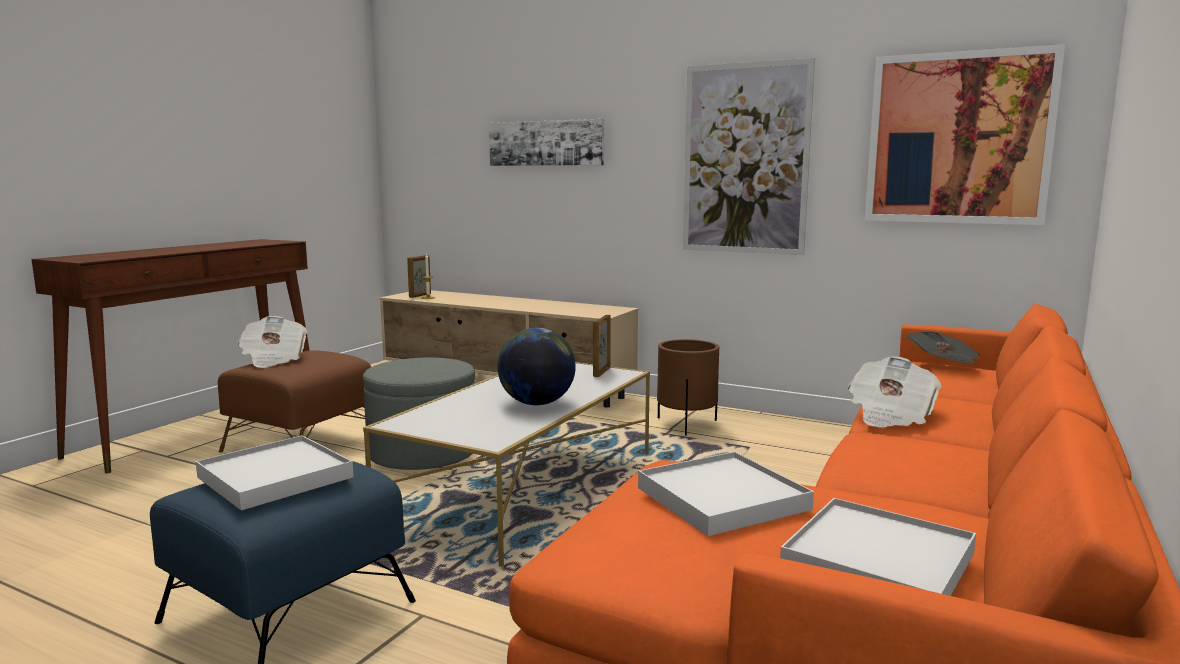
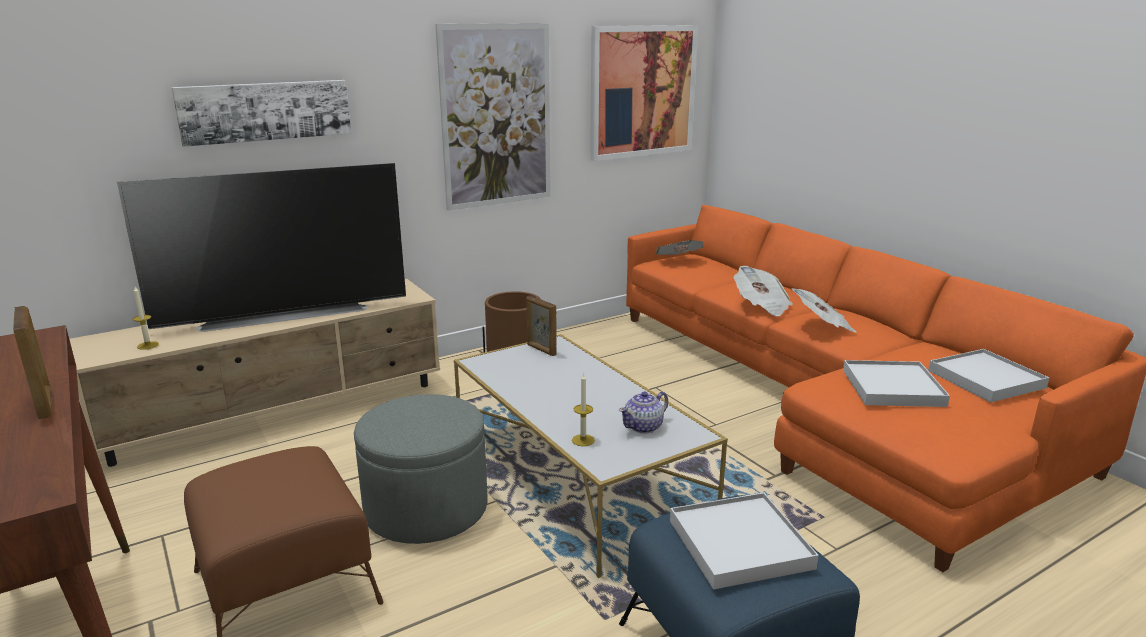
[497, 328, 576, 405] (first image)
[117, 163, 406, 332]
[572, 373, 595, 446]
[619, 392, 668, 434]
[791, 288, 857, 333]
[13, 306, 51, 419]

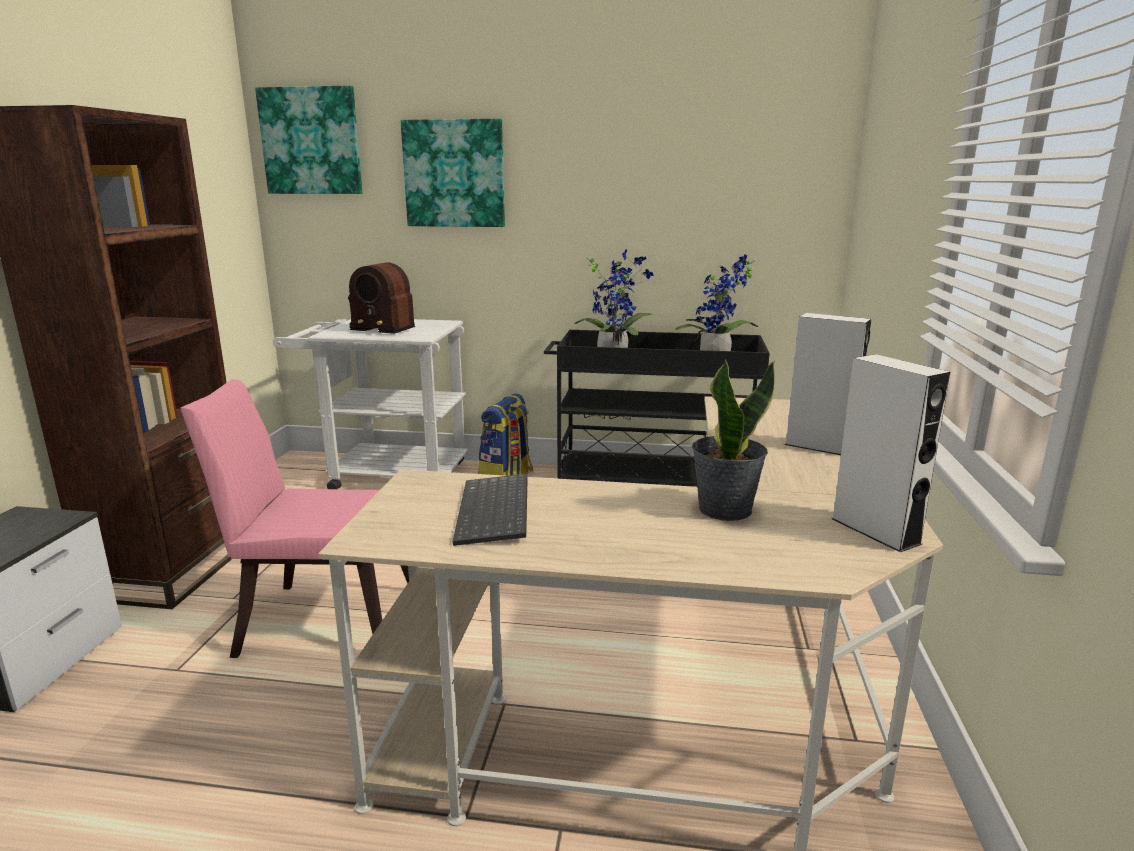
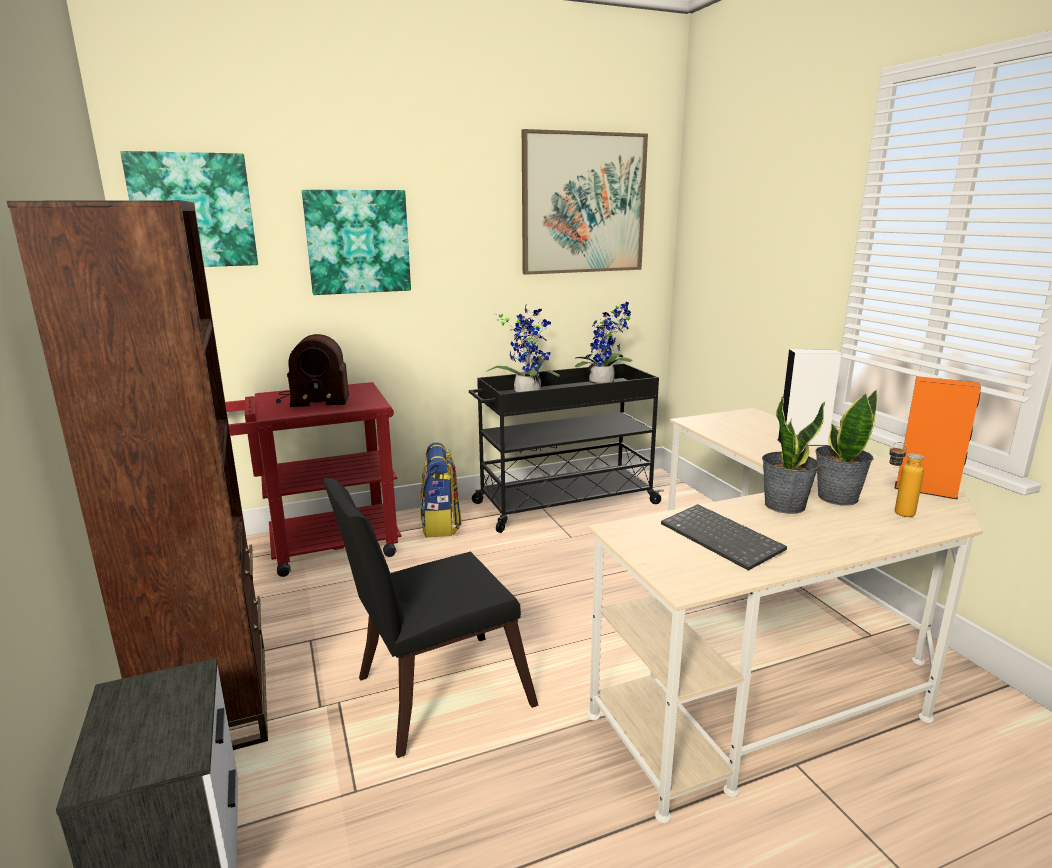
[522, 129, 648, 275]
[762, 396, 825, 514]
[889, 442, 924, 517]
[322, 478, 538, 758]
[225, 382, 401, 577]
[894, 376, 981, 500]

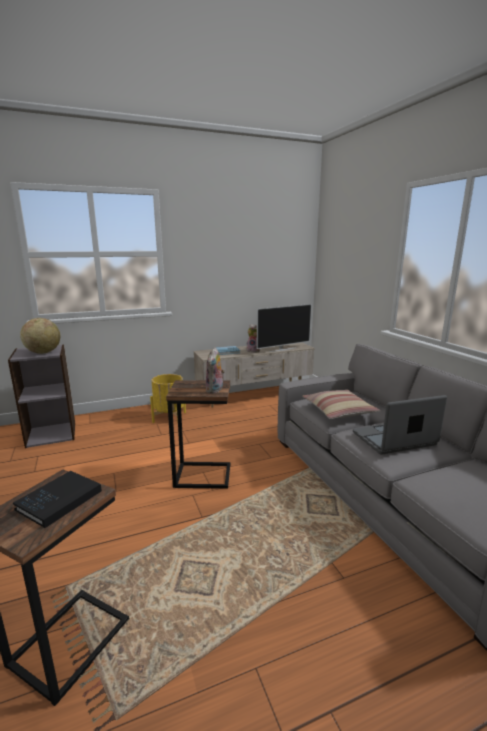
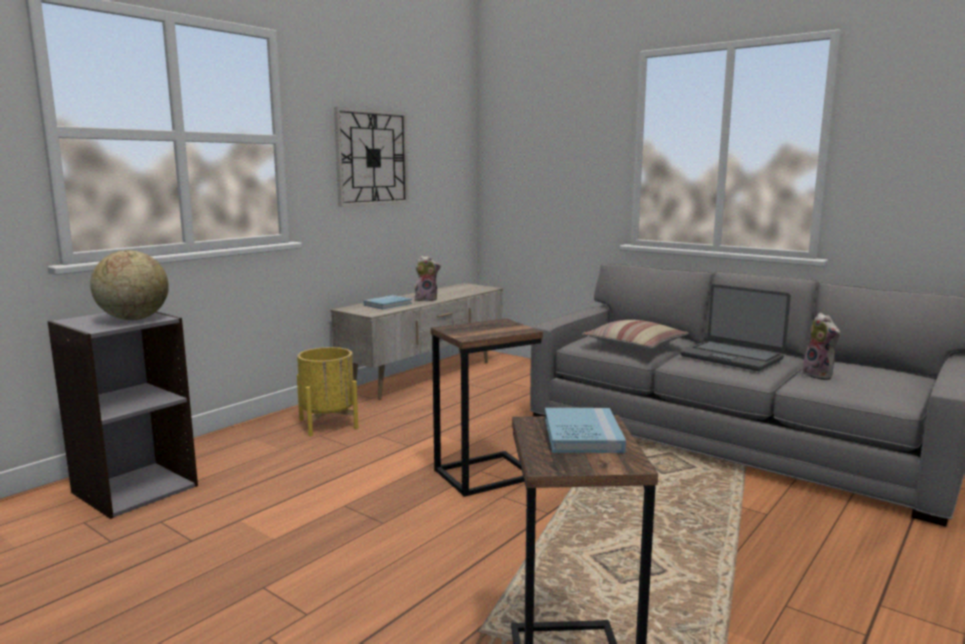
[257, 304, 312, 352] (first image)
[334, 107, 409, 207]
[802, 313, 840, 380]
[545, 408, 626, 453]
[680, 284, 791, 371]

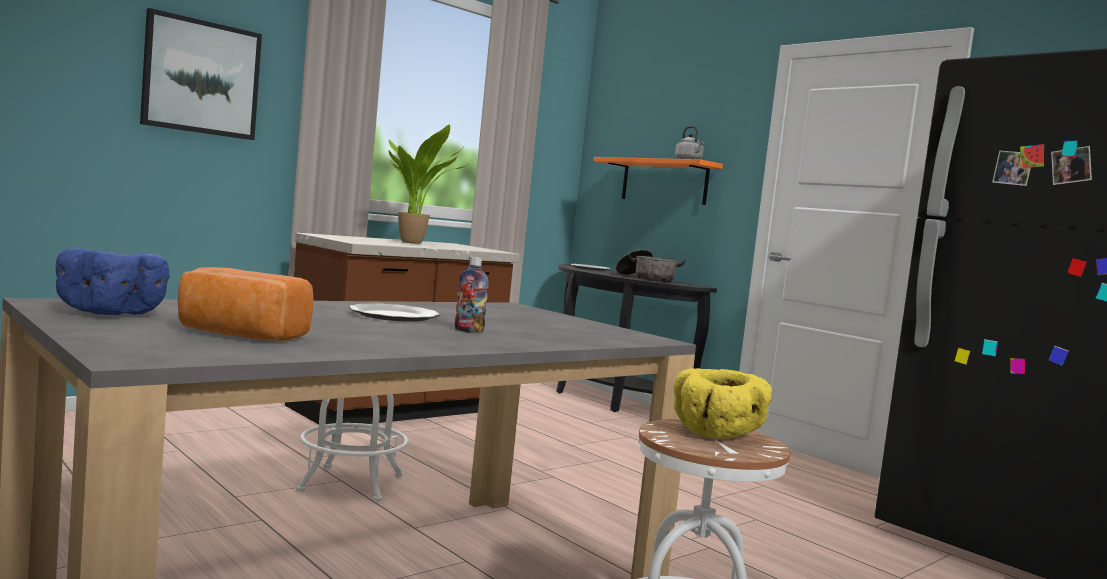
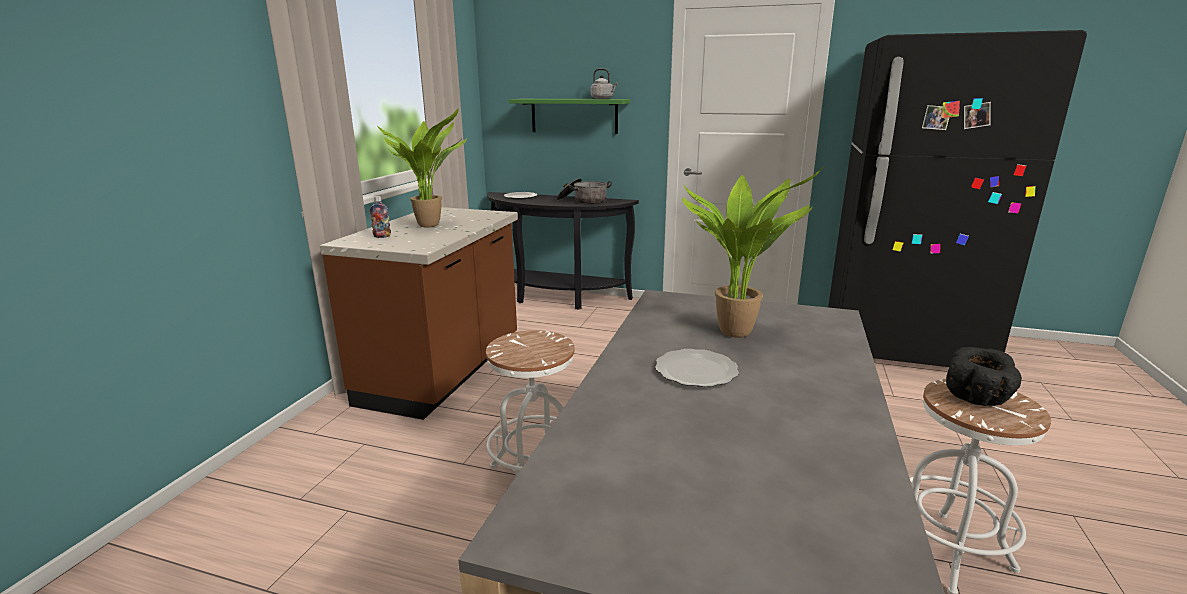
[56, 248, 170, 315] (first image)
[140, 8, 262, 140] (first image)
[178, 267, 314, 341] (first image)
[682, 166, 824, 338]
[370, 196, 391, 238]
[509, 99, 630, 134]
[946, 347, 1022, 406]

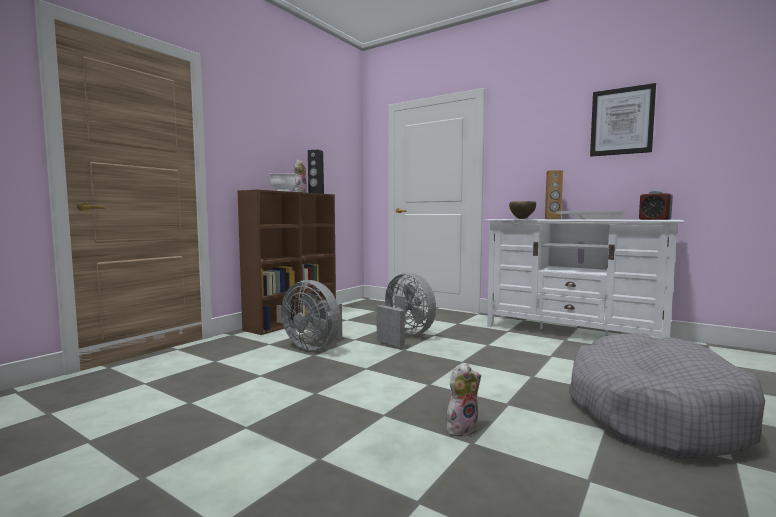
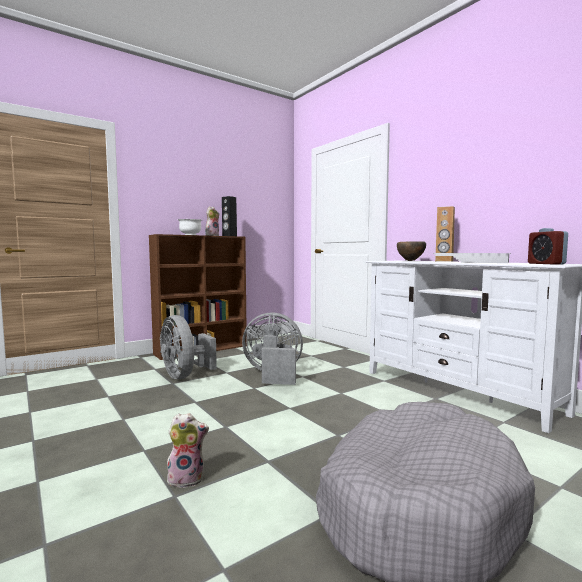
[590, 83, 656, 157] (first image)
[242, 312, 303, 385]

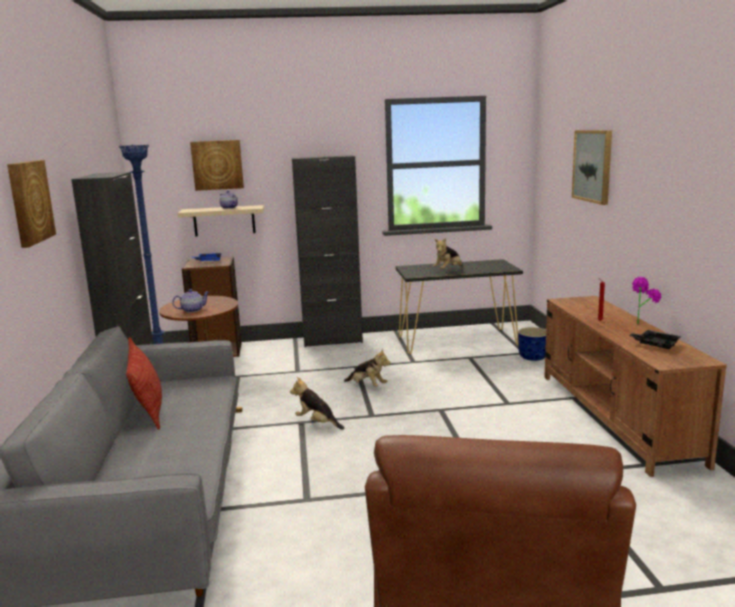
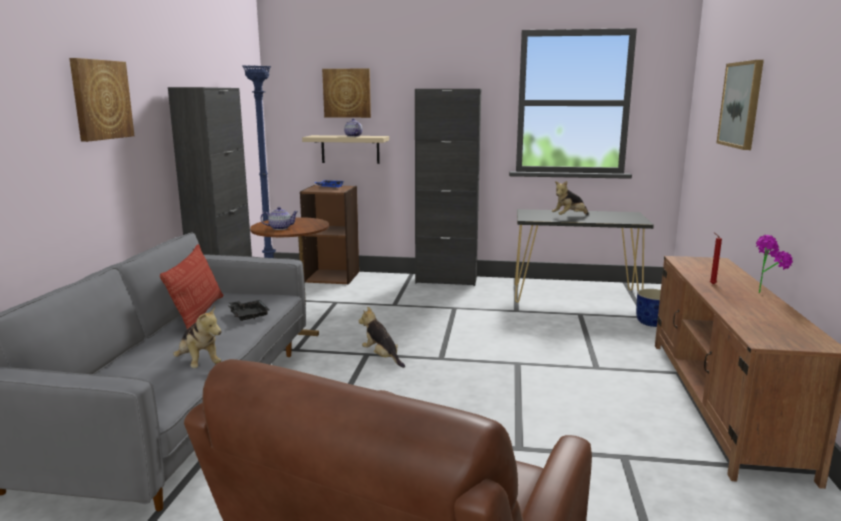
[173, 306, 221, 368]
[229, 300, 270, 321]

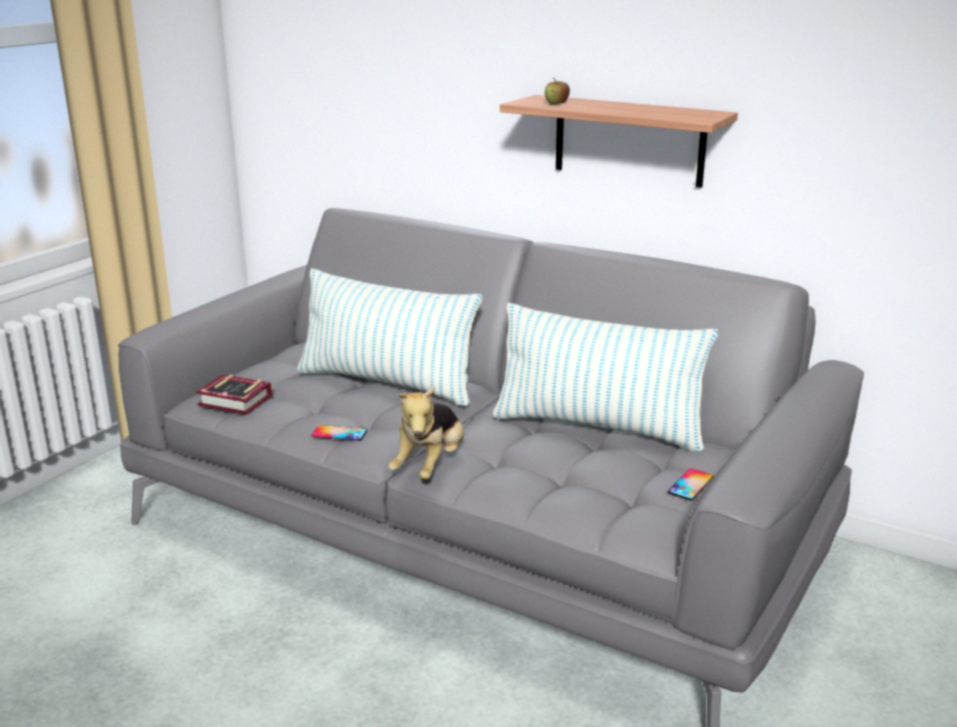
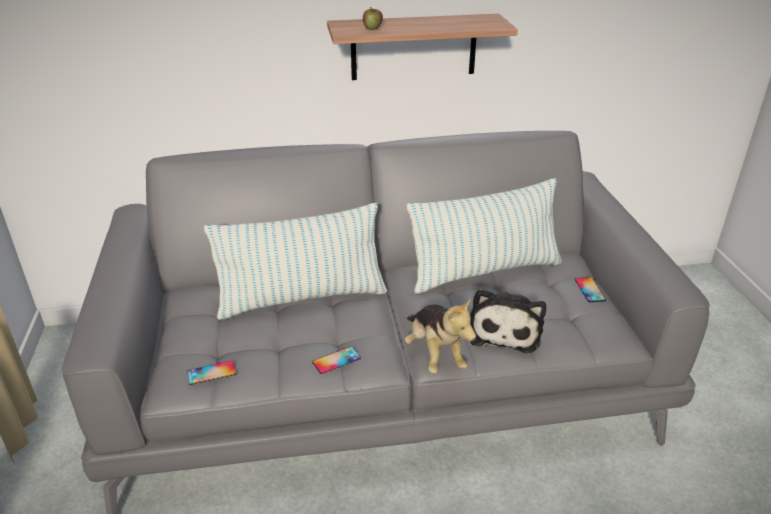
[470, 289, 546, 353]
[187, 360, 236, 385]

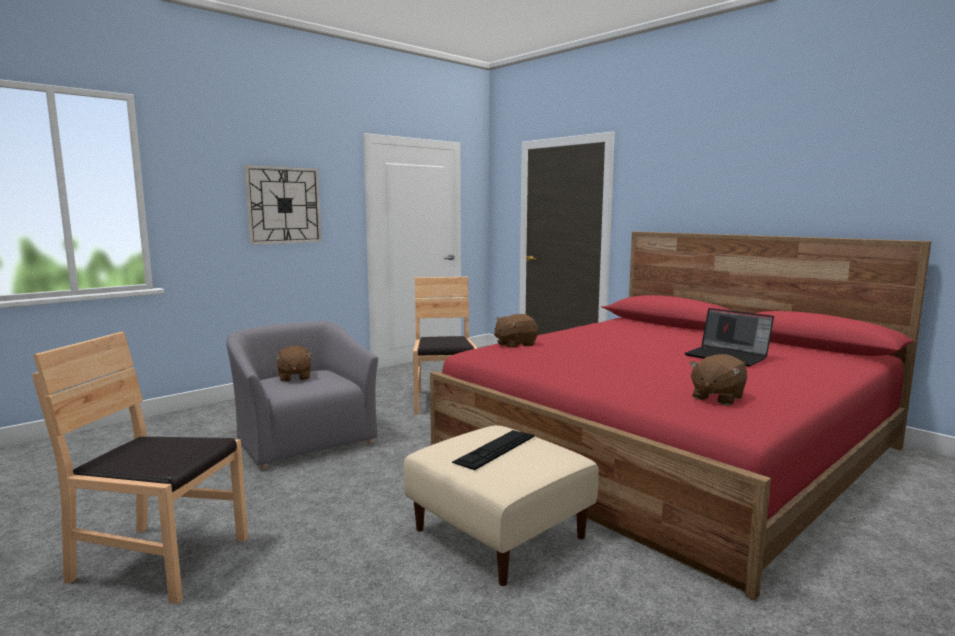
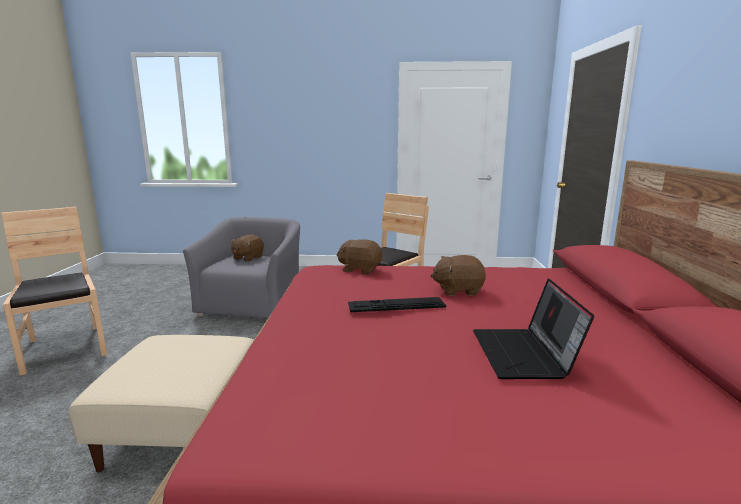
[244, 165, 322, 245] (first image)
[348, 297, 446, 312]
[430, 255, 486, 296]

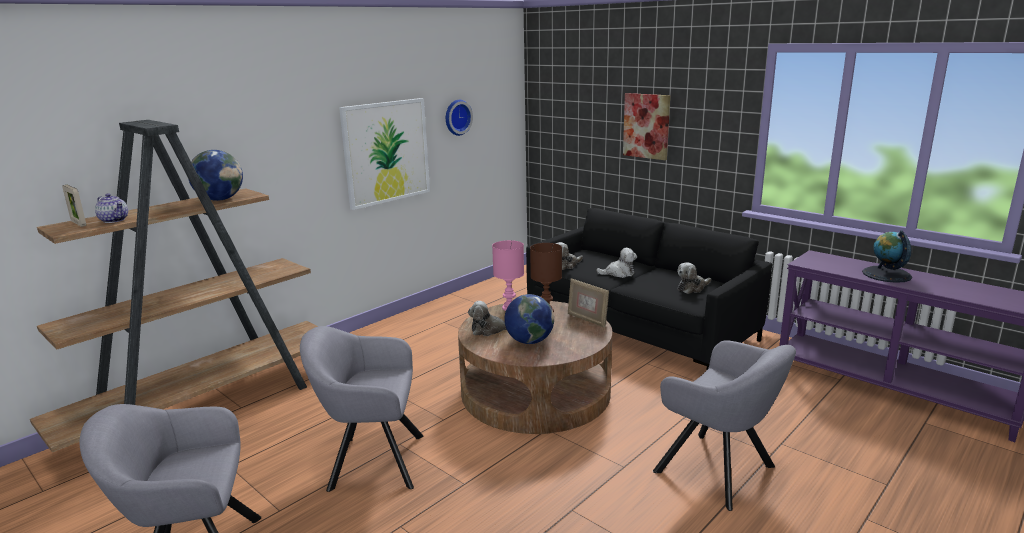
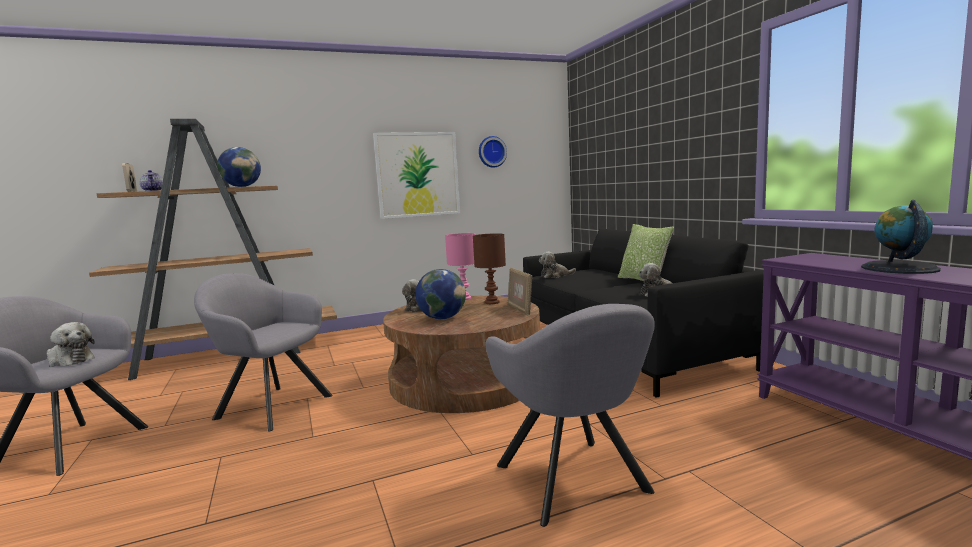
[623, 93, 670, 160] (first image)
[618, 224, 674, 281]
[47, 322, 95, 367]

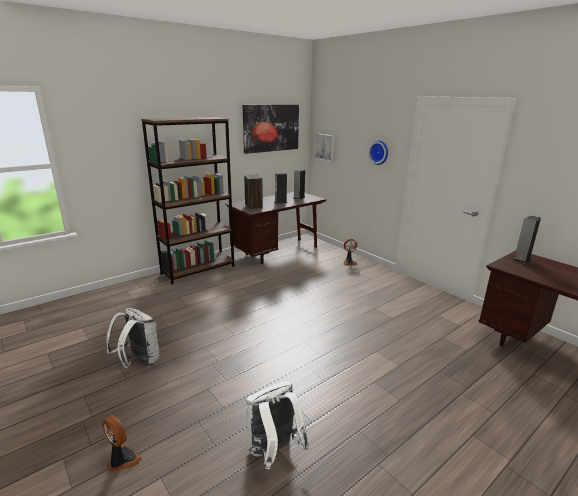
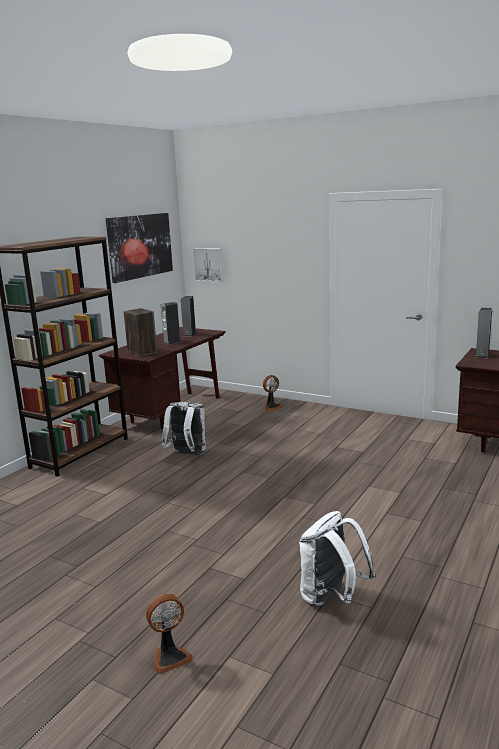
[368, 140, 388, 165] (first image)
[162, 402, 206, 455]
[146, 594, 193, 674]

